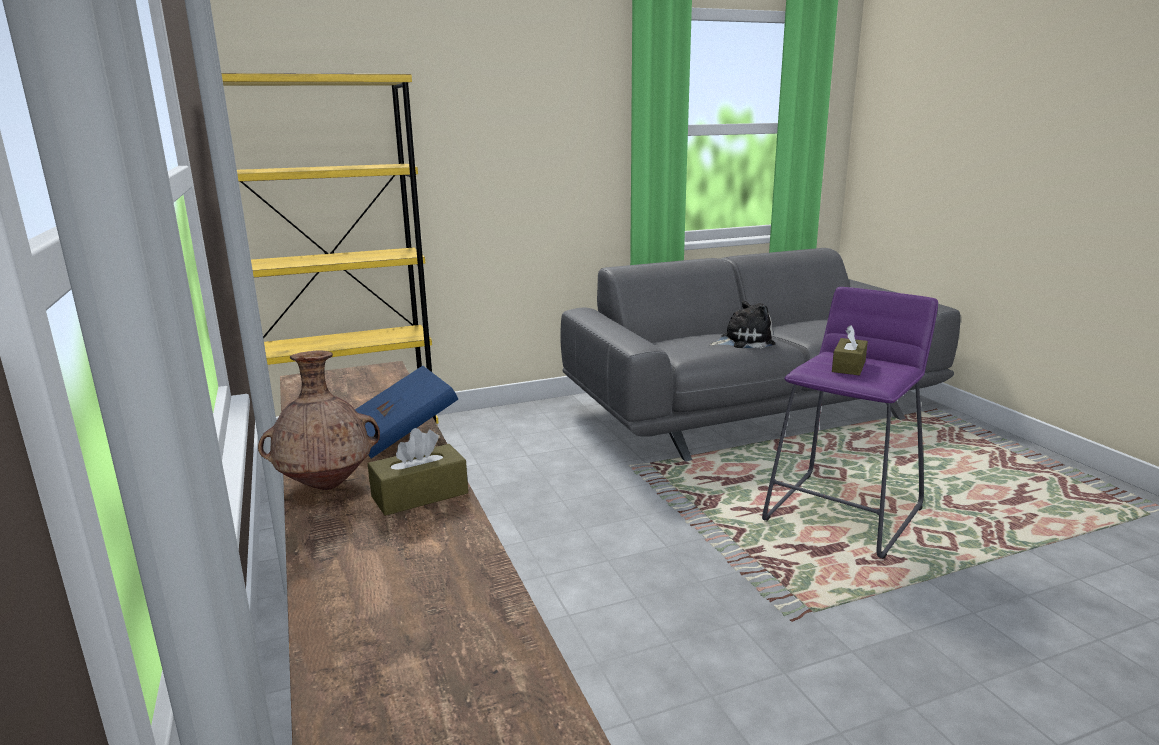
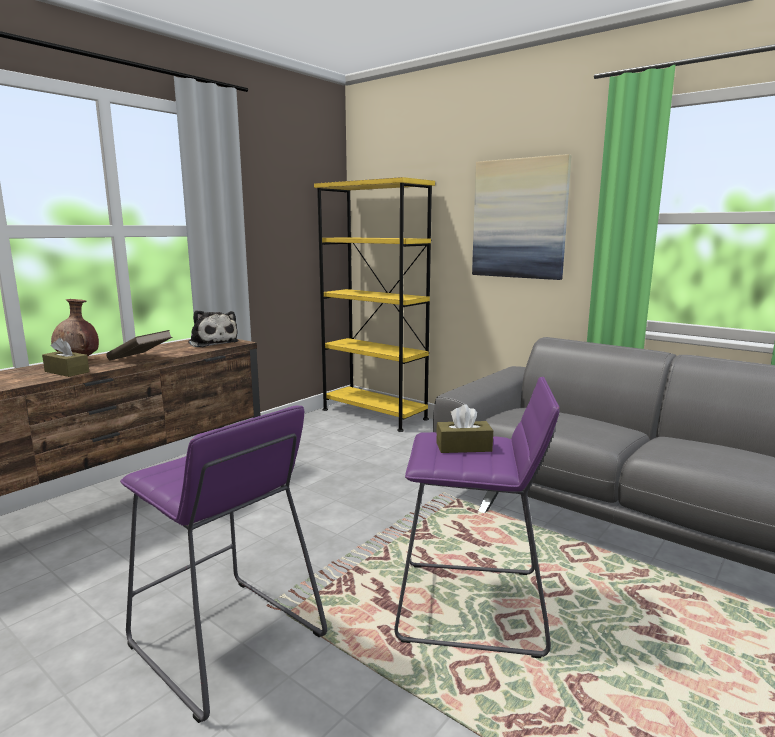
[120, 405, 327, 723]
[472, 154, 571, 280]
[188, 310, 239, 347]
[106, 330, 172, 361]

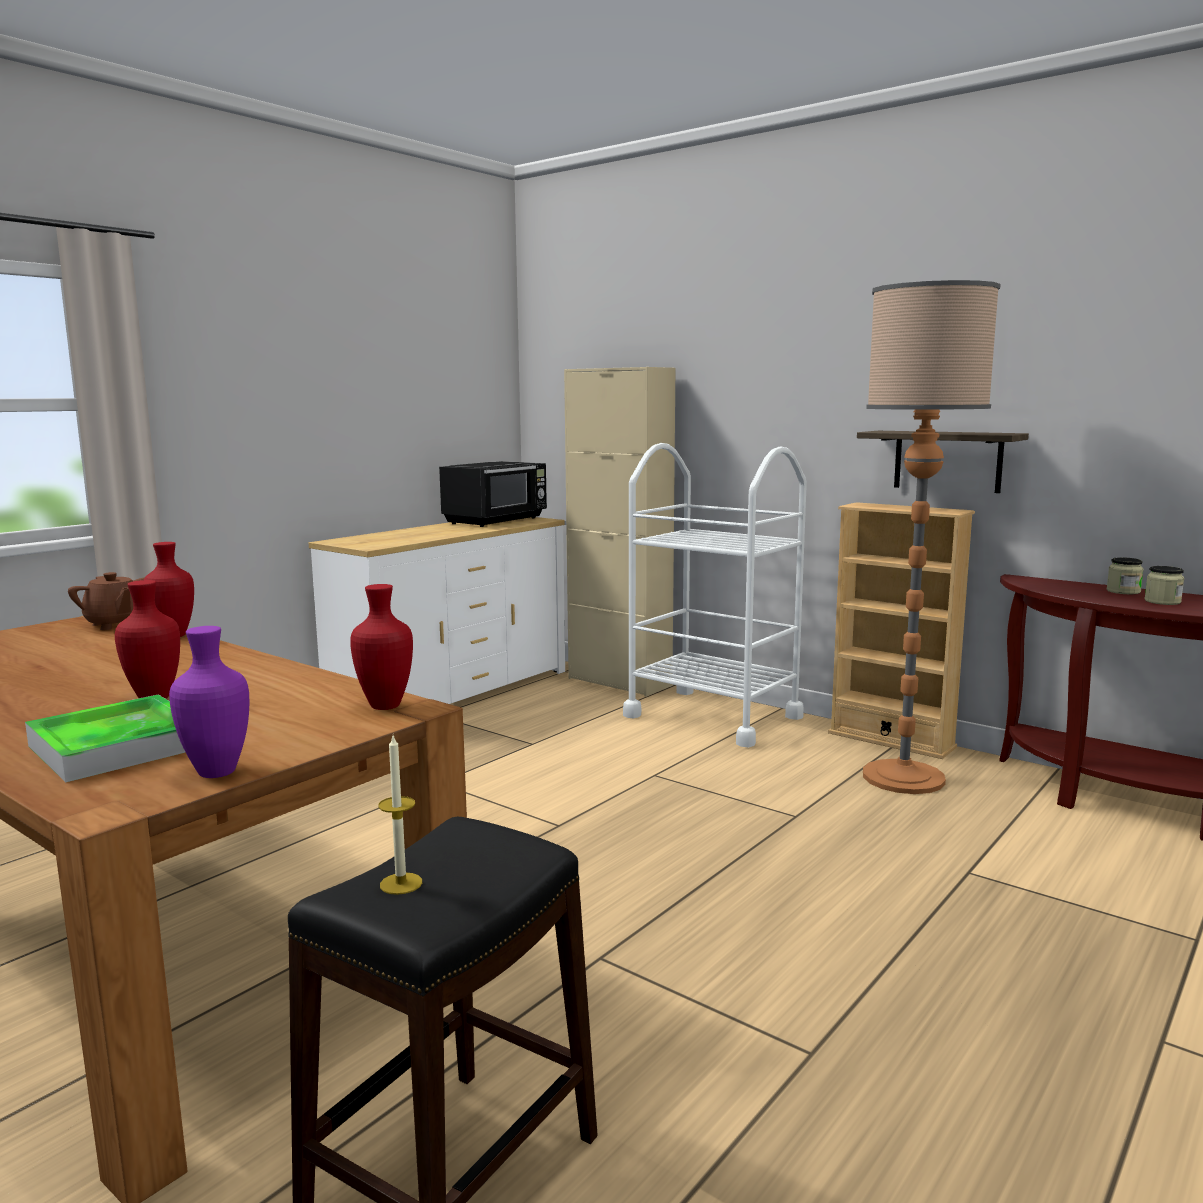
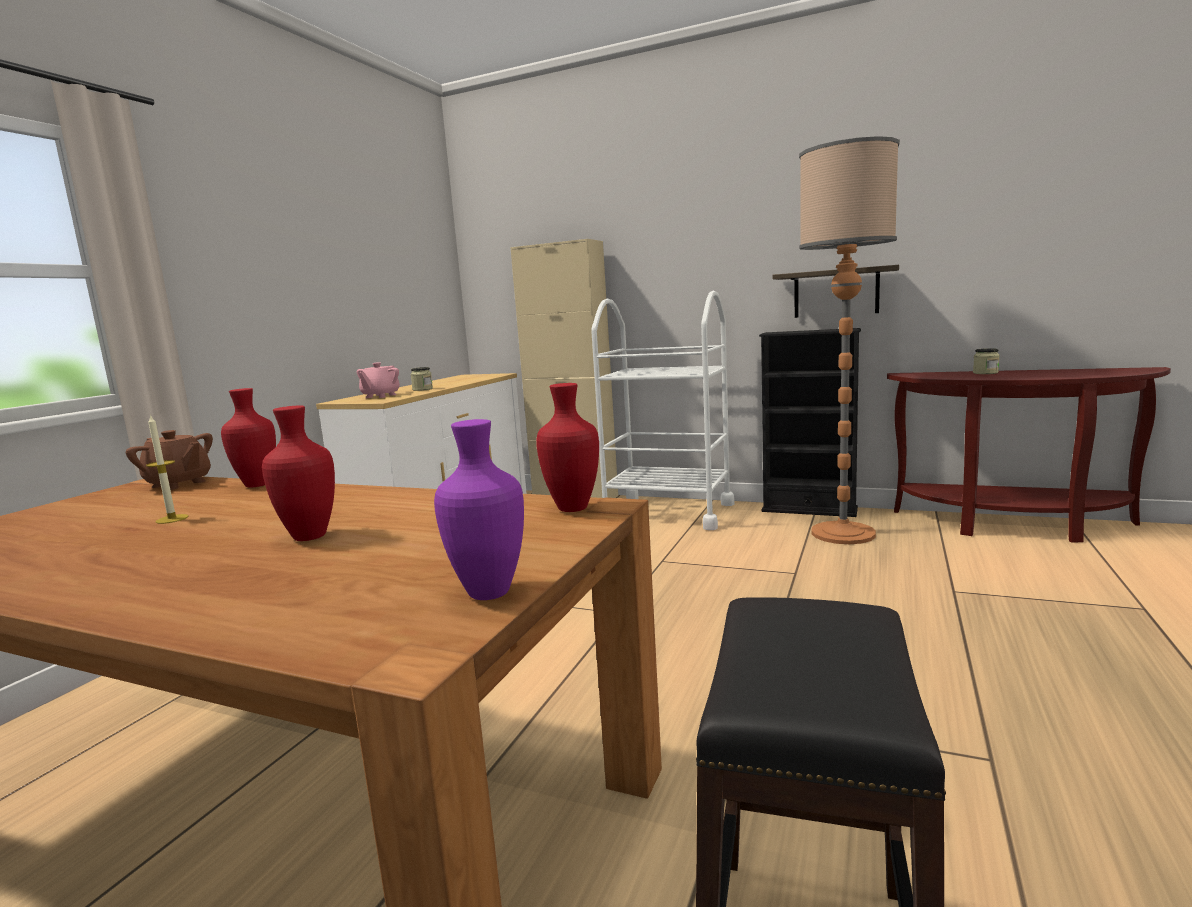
[25, 694, 186, 783] (first image)
[439, 461, 547, 527] (first image)
[357, 363, 400, 398]
[146, 414, 188, 524]
[410, 367, 433, 391]
[759, 328, 861, 517]

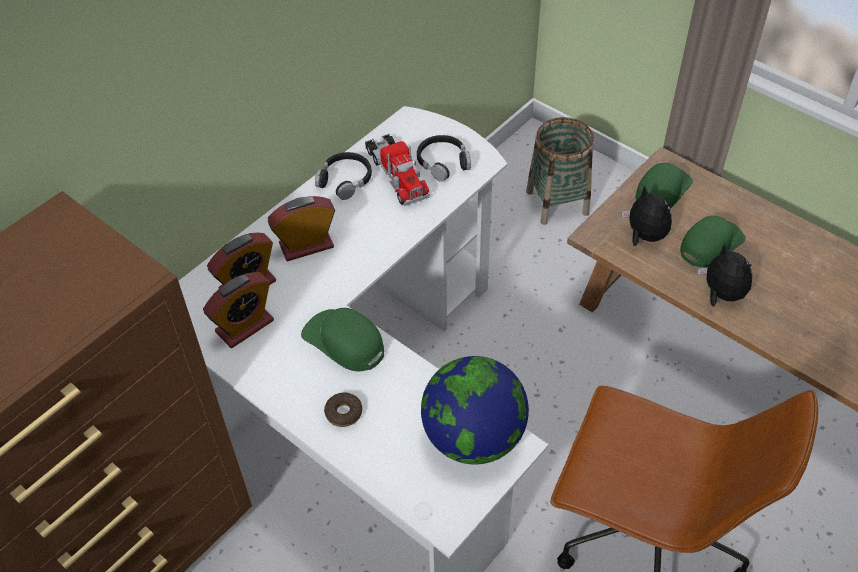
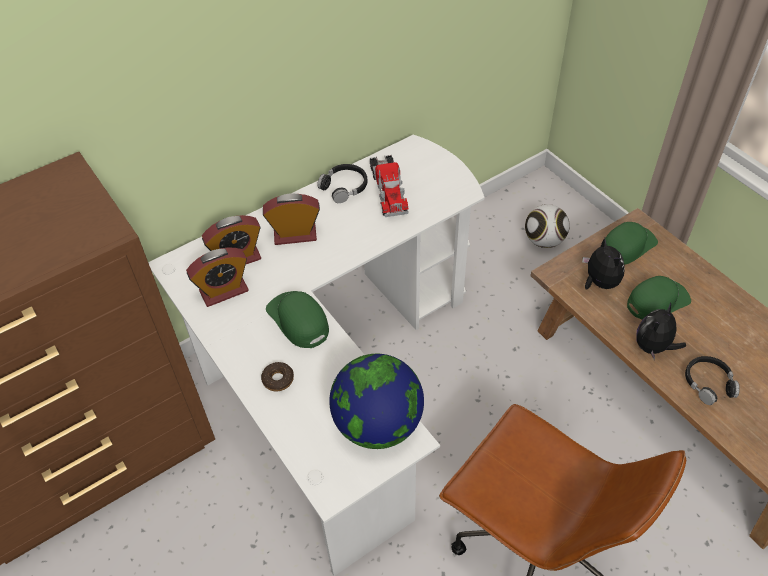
[685, 356, 740, 405]
[525, 204, 570, 248]
[636, 303, 686, 360]

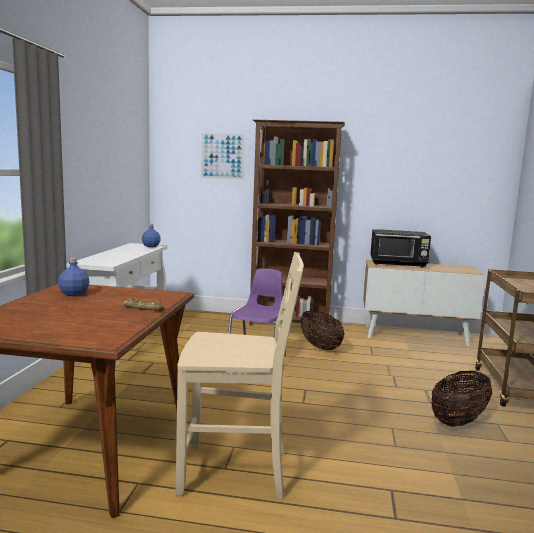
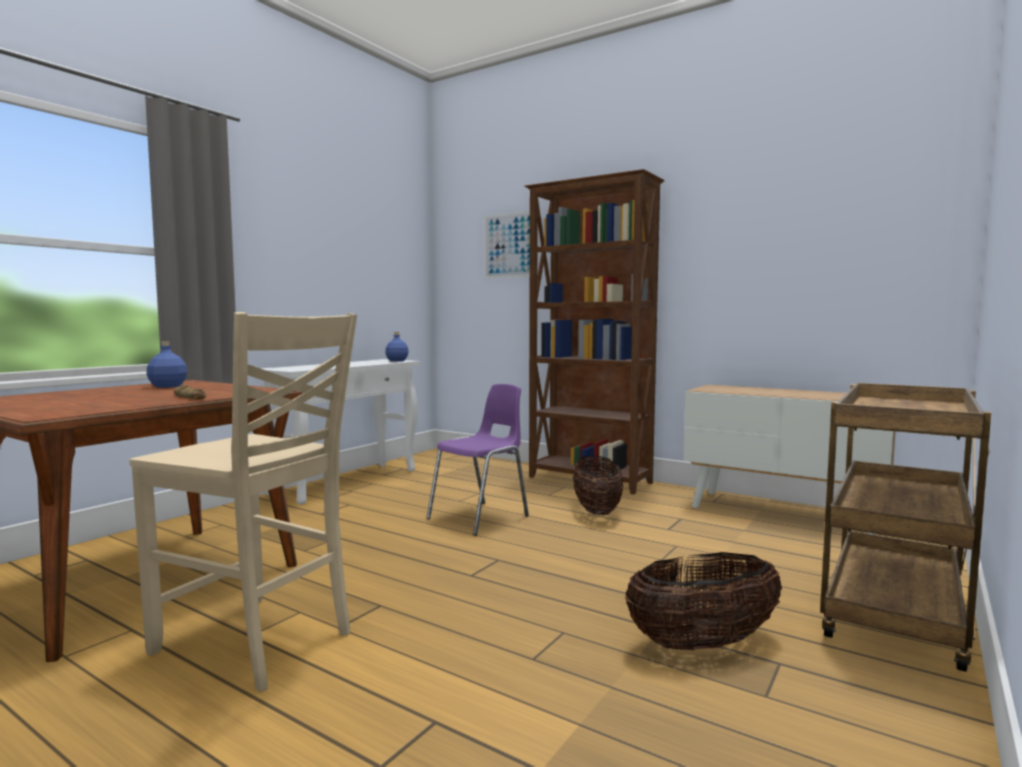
[371, 229, 431, 267] (first image)

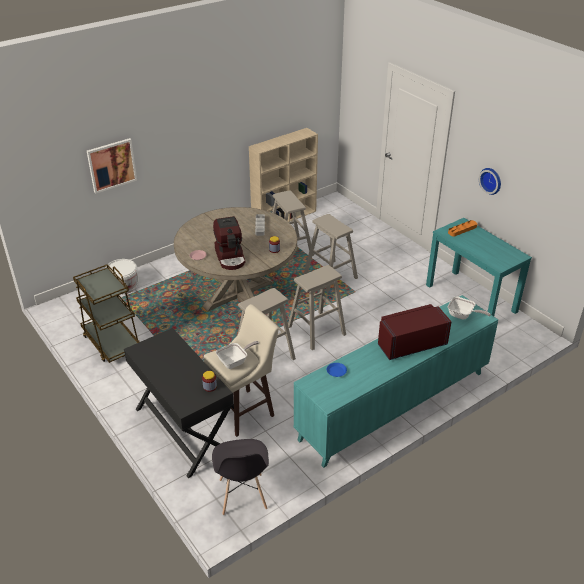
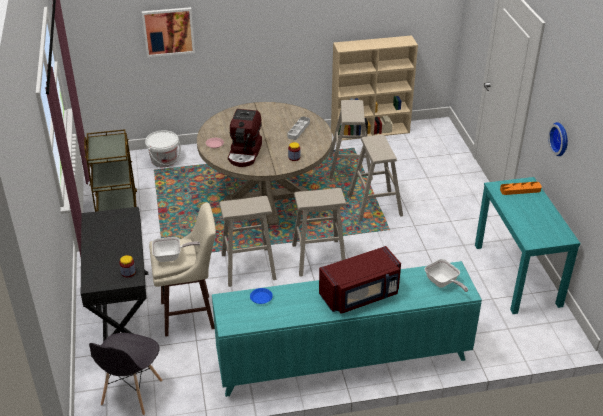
[319, 246, 401, 314]

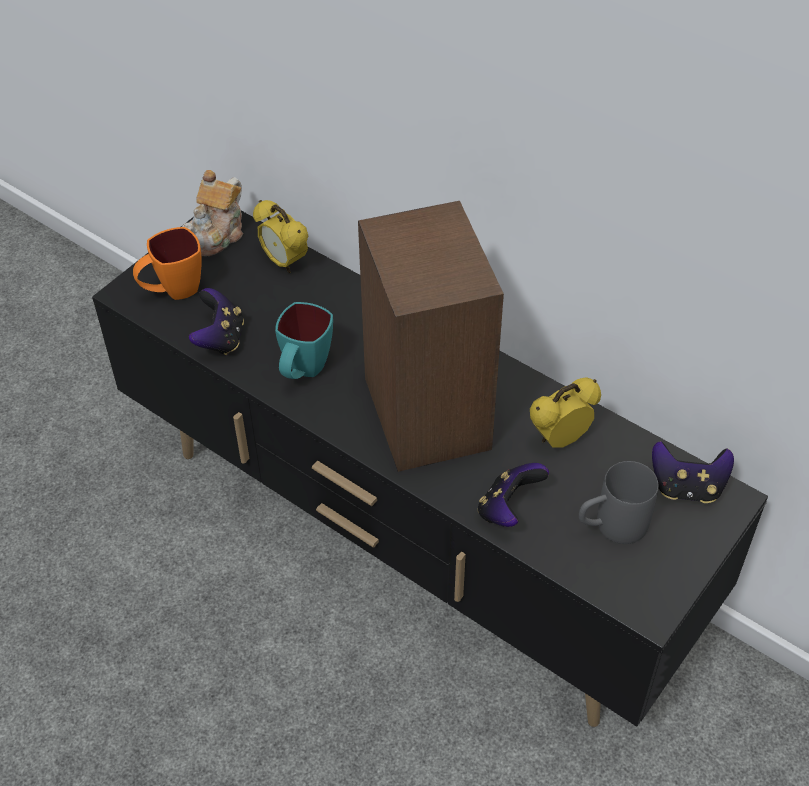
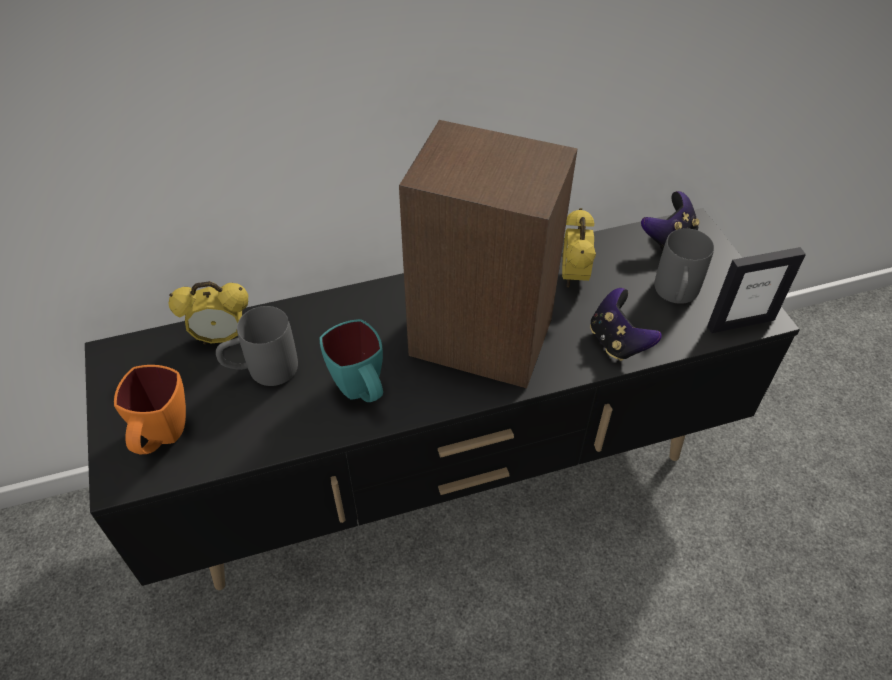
[182, 170, 243, 256] (first image)
[189, 288, 244, 355] (first image)
[216, 306, 298, 386]
[707, 247, 806, 333]

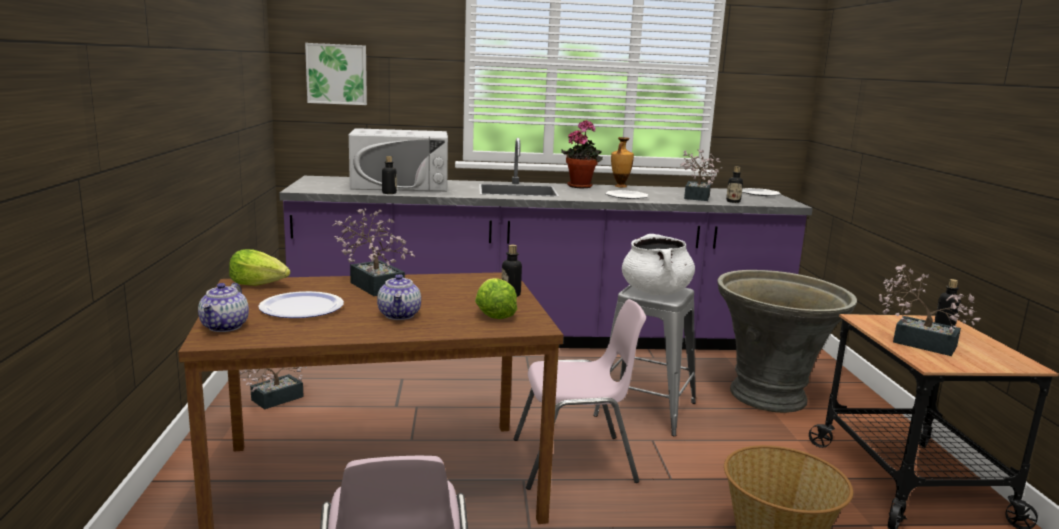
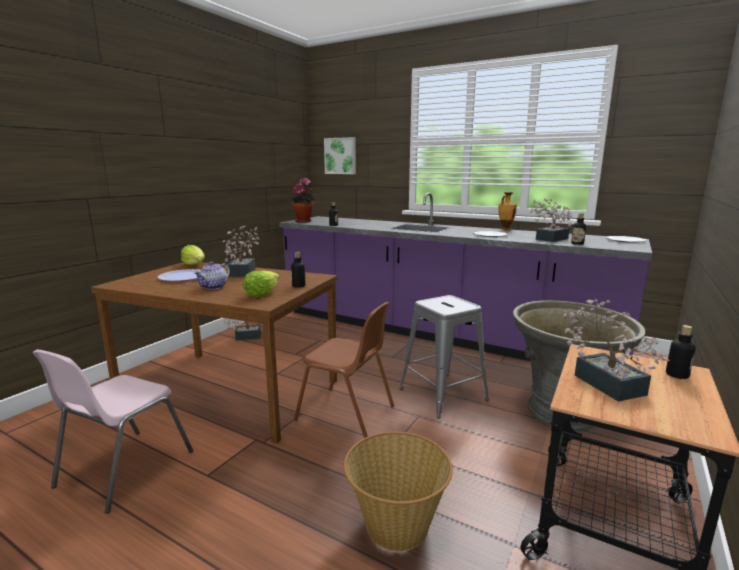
[198, 283, 249, 332] (first image)
[349, 128, 448, 192] (first image)
[622, 234, 695, 295] (first image)
[292, 177, 315, 223]
[294, 302, 394, 438]

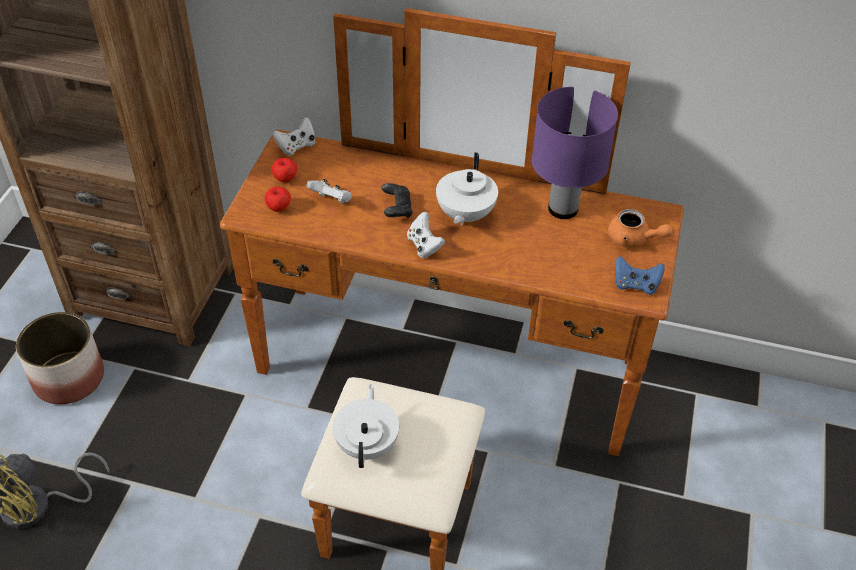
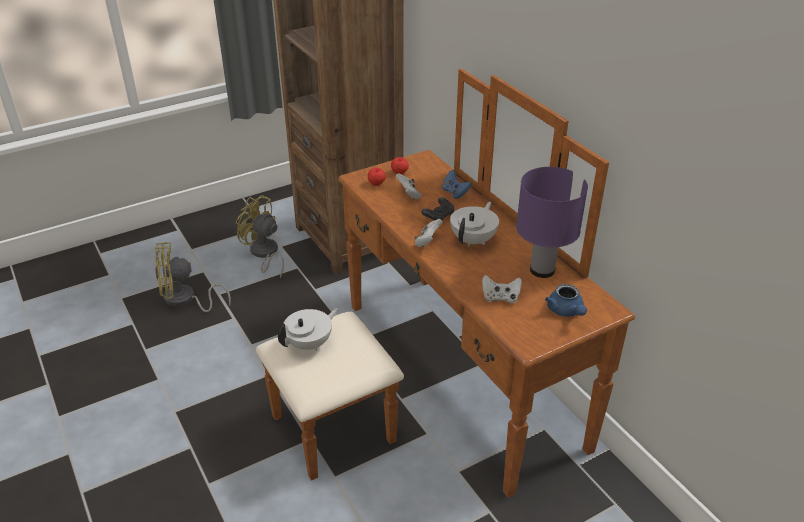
[482, 275, 522, 304]
[442, 170, 472, 199]
[236, 195, 284, 278]
[545, 284, 587, 317]
[450, 202, 499, 247]

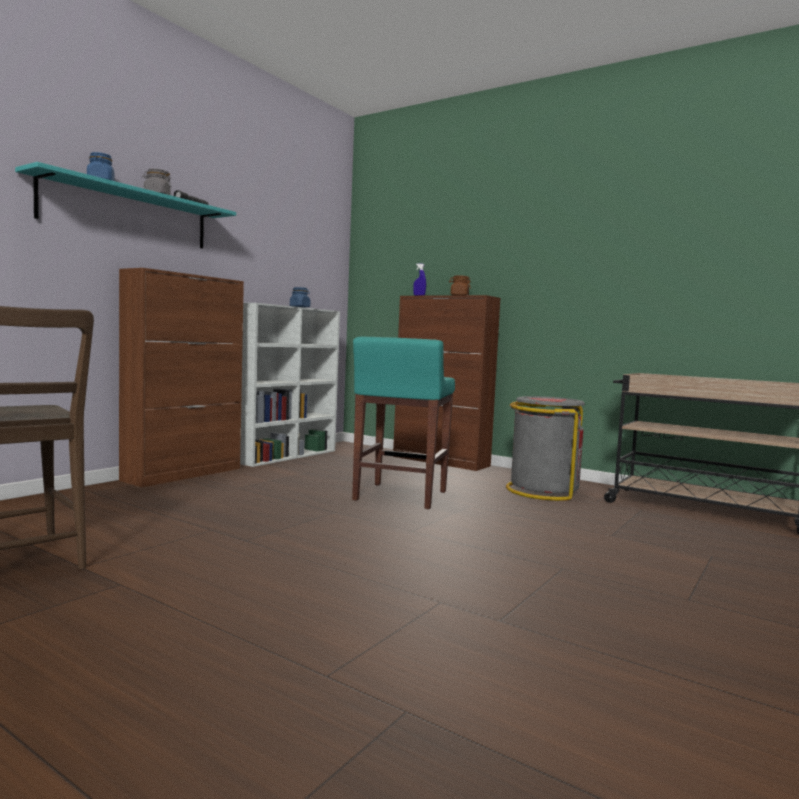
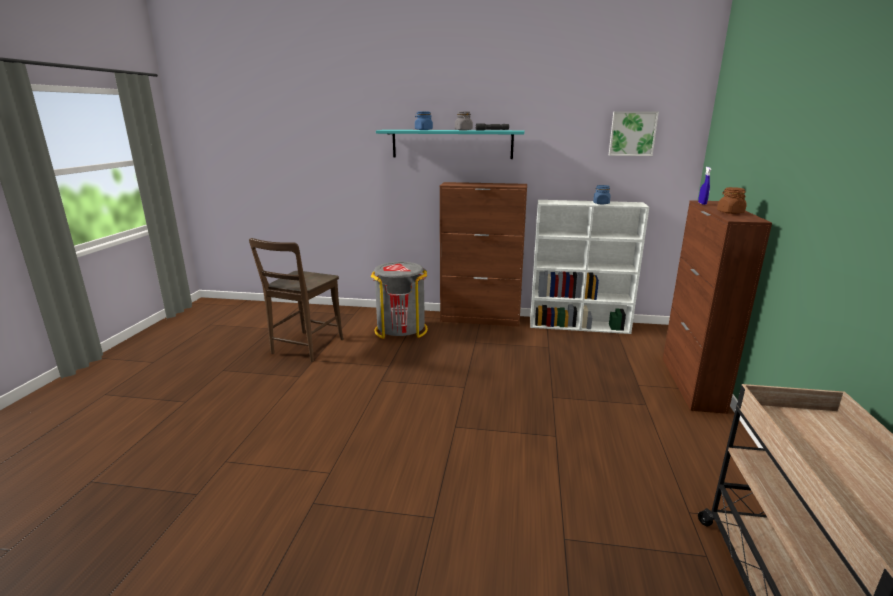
[352, 336, 455, 509] (first image)
[609, 111, 659, 156]
[371, 262, 428, 339]

